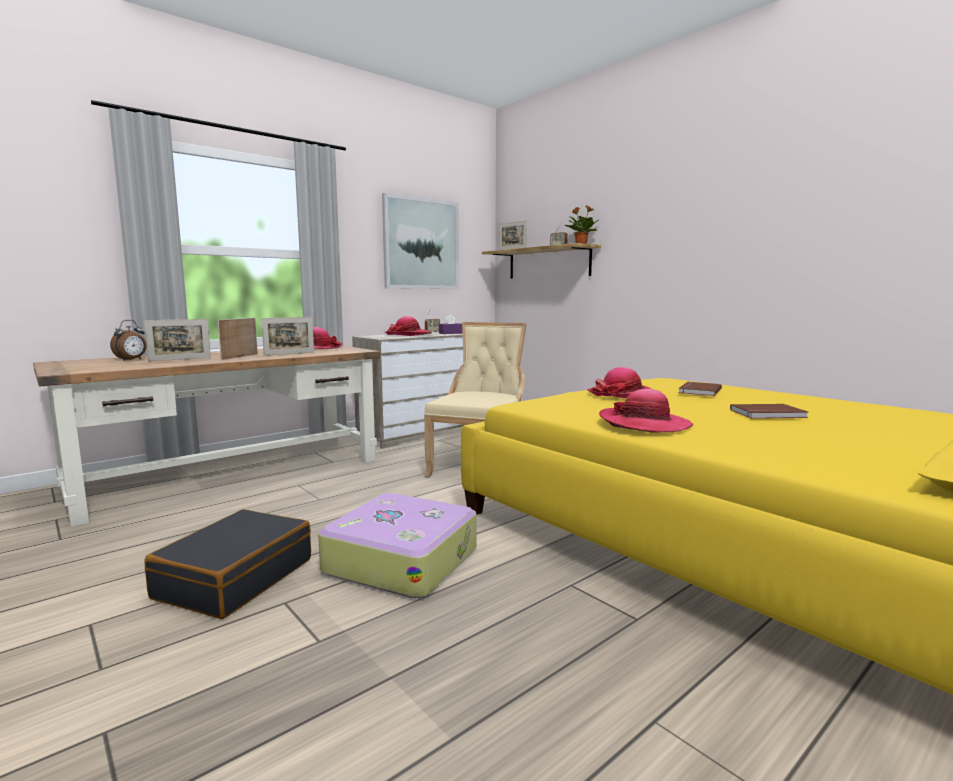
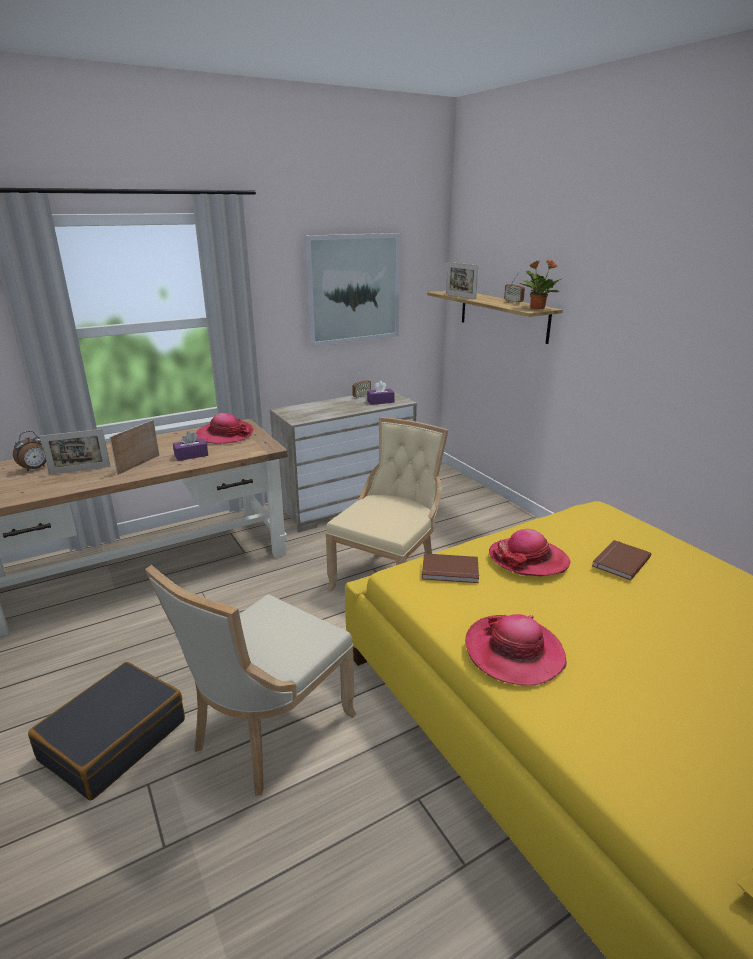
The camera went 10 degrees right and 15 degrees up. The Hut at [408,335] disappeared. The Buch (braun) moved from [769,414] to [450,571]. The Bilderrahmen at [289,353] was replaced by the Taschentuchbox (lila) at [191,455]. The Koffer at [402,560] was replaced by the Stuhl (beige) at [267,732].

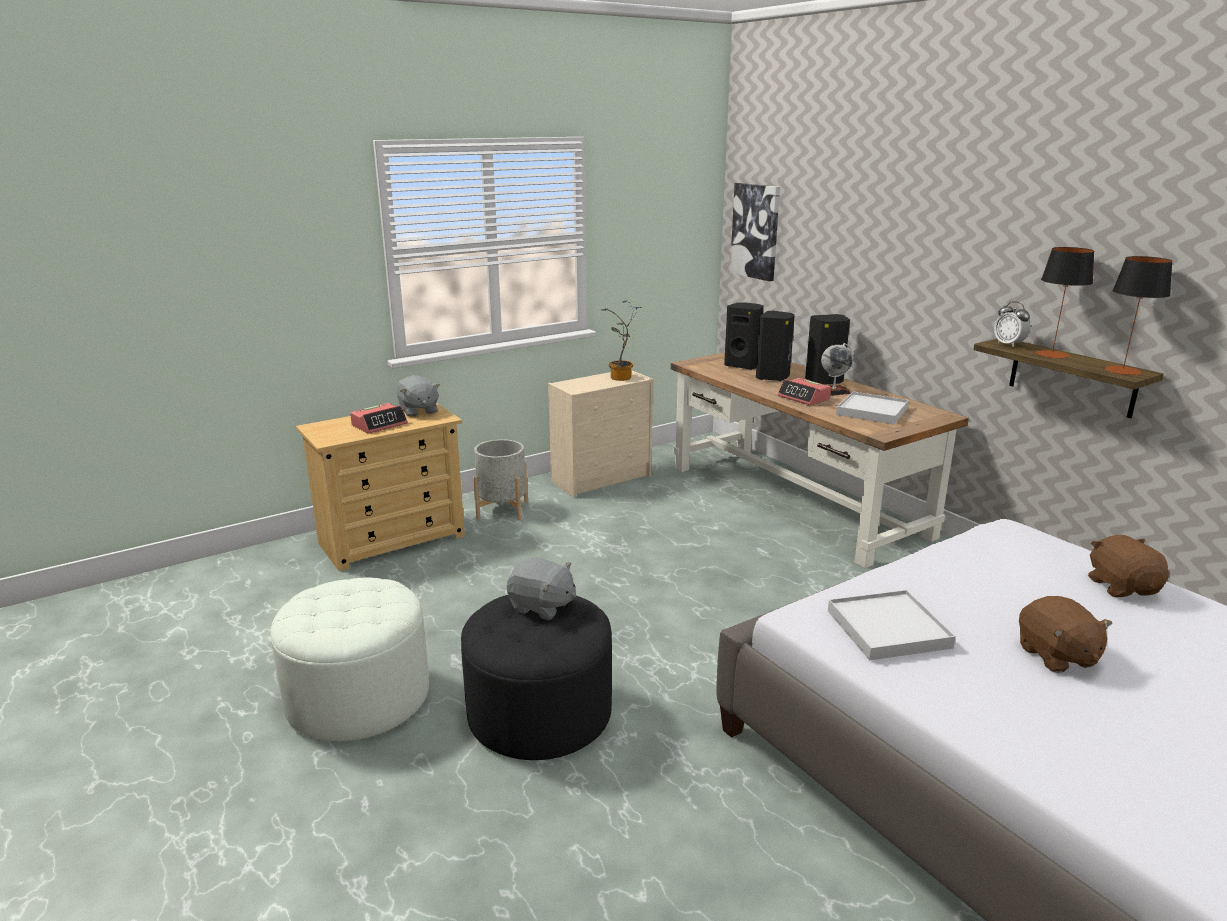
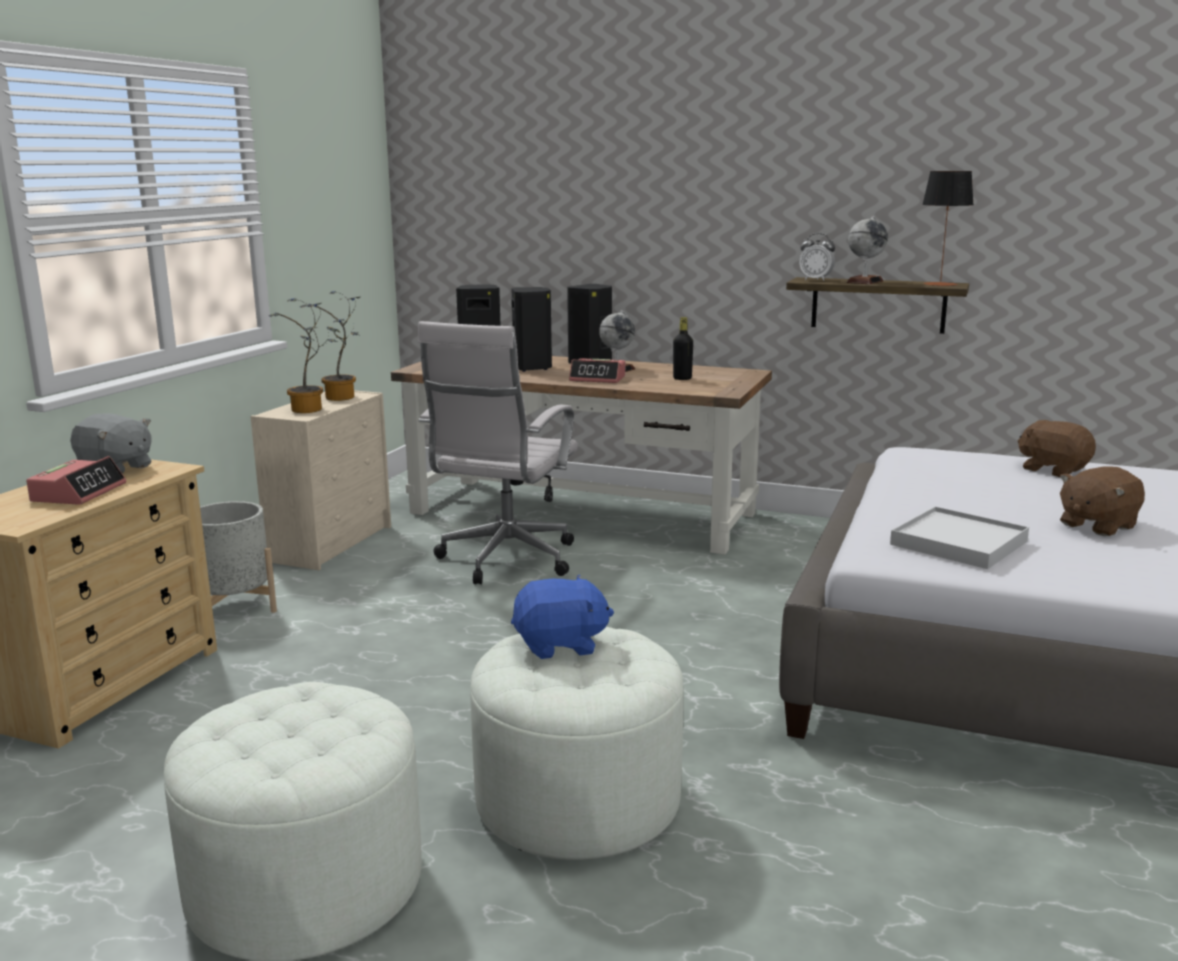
The camera went 35 degrees left and 5 degrees down. The Bild at [756,231] disappeared. The Topfpflanze at [310,410] appeared. The Bürostuhl (weiß) at [504,561] appeared. The Tablett (weiß) at [872,411] was replaced by the Flasche (schwarz) at [682,378]. The Tischlampe at [1052,354] was replaced by the Globus at [864,281]. The Polsterhocker (schwarz) at [539,713] became the Polsterhocker (weiß) at [578,799]. The Plüschtier (grau) at [542,607] became the Plüschtier (blau) at [560,645]. The Plüschtier (braun) at [1056,656] turned 105 degrees clockwise.

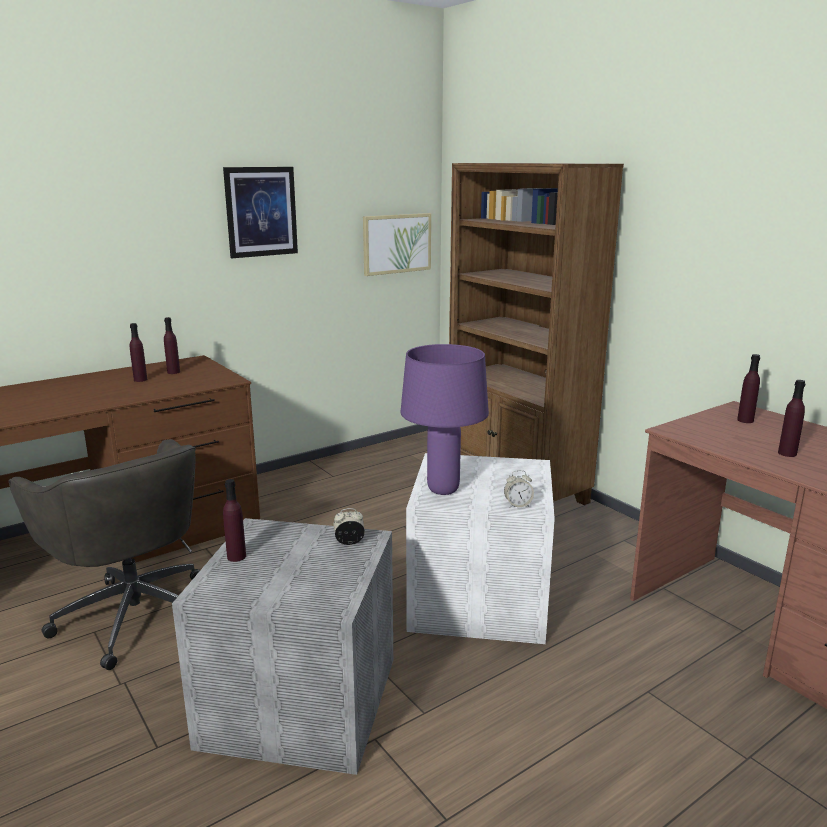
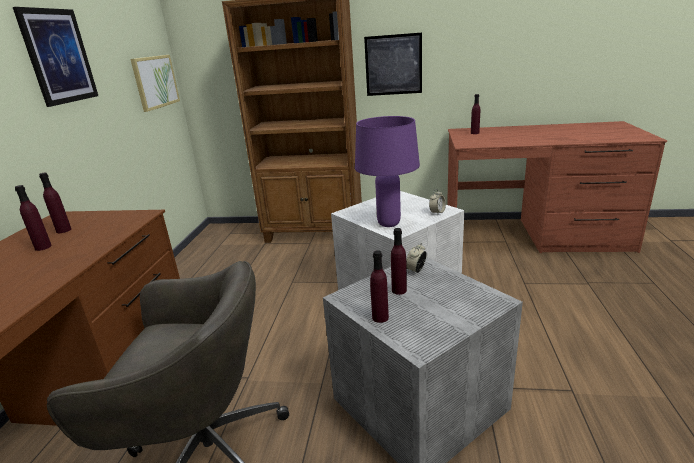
The camera went 45 degrees left and 5 degrees up. The Bild at [393,65] appeared. The Flasche (lila) moved from [787,453] to [399,290].

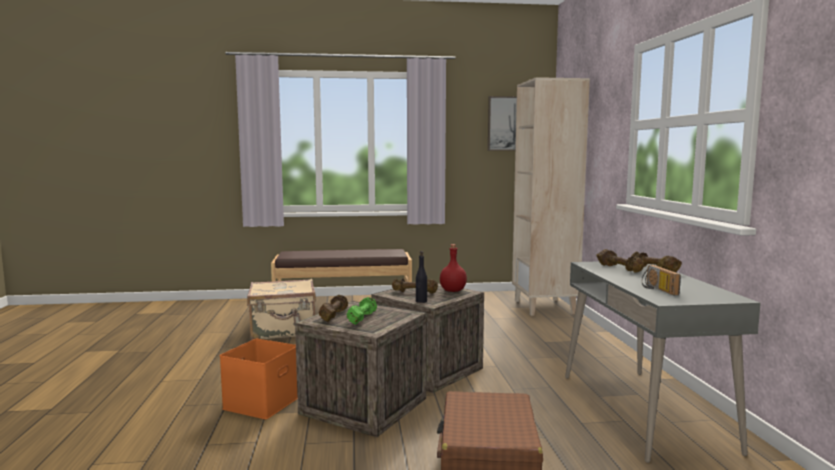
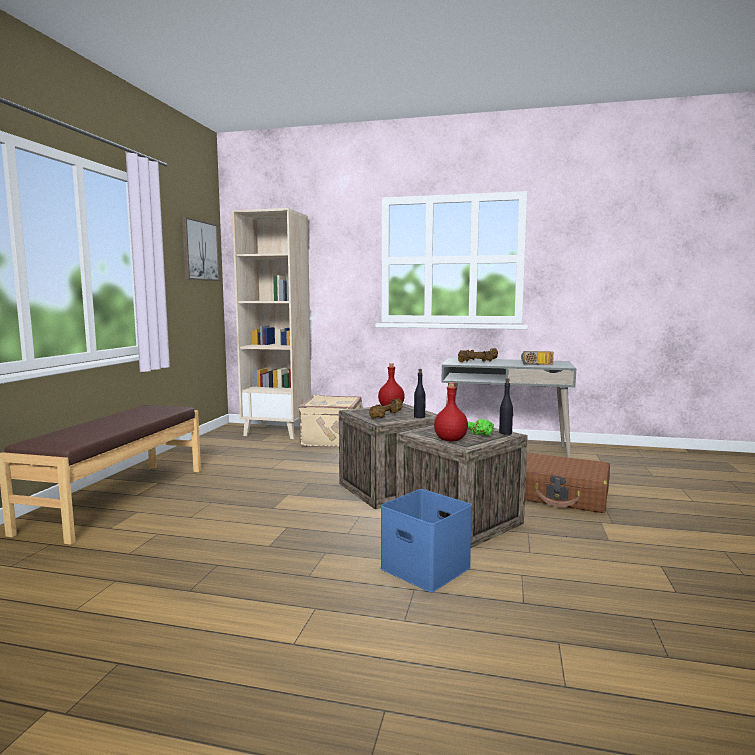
The camera went 70 degrees left and 0 degrees up. The Flasche (schwarz) at [505,433] appeared. The Koffer (beige) moved from [284,331] to [333,440]. The Hantel (braun) at [333,315] was replaced by the Flasche (rot) at [450,440]. The Aufbewahrungsbox (orange) at [262,403] became the Aufbewahrungsbox (blau) at [427,568].

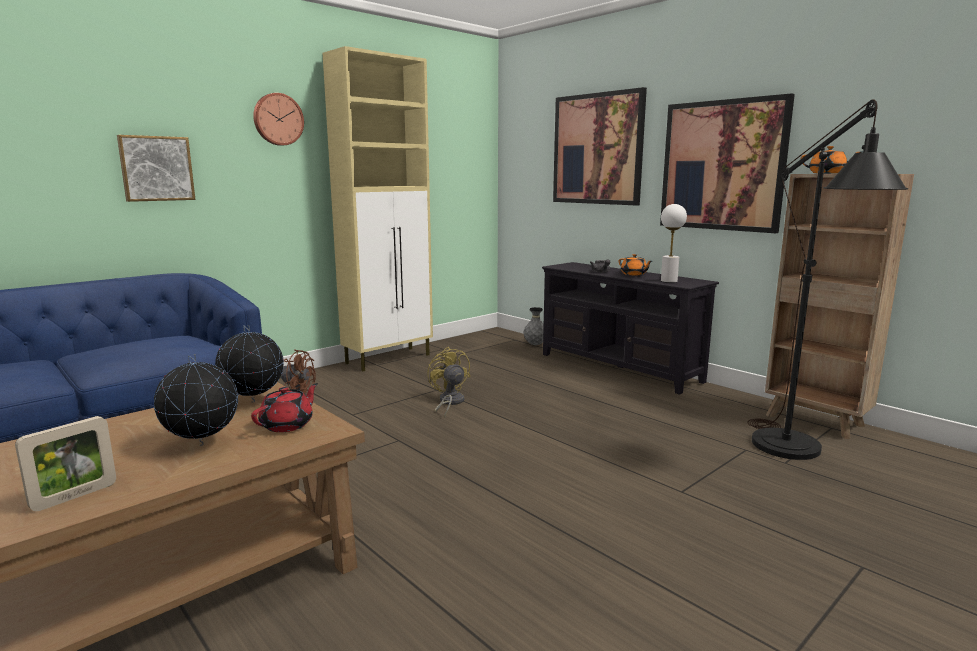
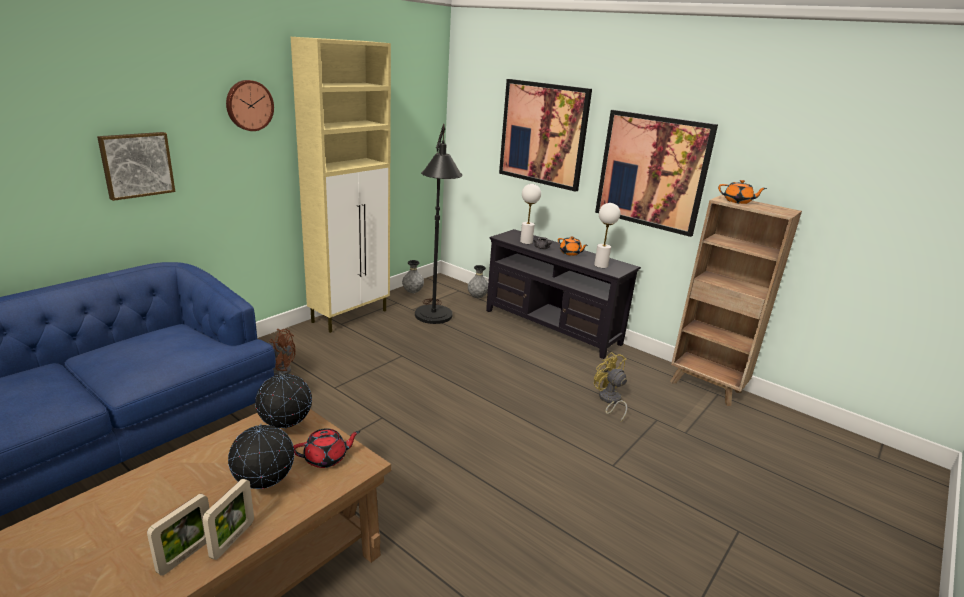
The camera went 10 degrees left and 10 degrees up. The Bilderrahmen at [232,539] appeared. The Vase (grau) at [412,292] appeared. The Tischlampe (weiß) at [526,242] appeared. The Ventilator (gelb) moved from [449,402] to [609,401]. The Stehlampe (schwarz) moved from [794,454] to [433,320]. The Teekanne (rot) at [288,425] turned 45 degrees clockwise.

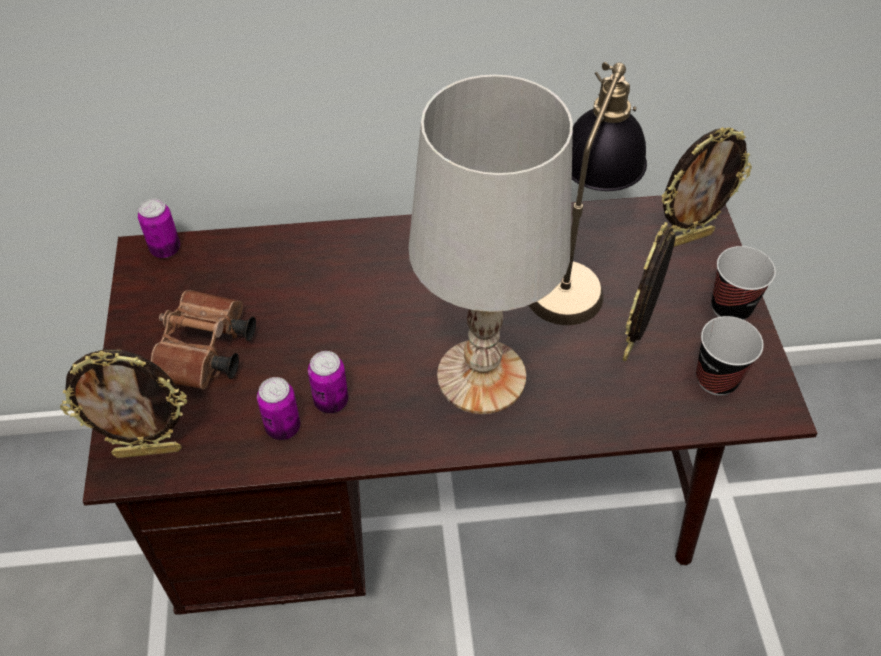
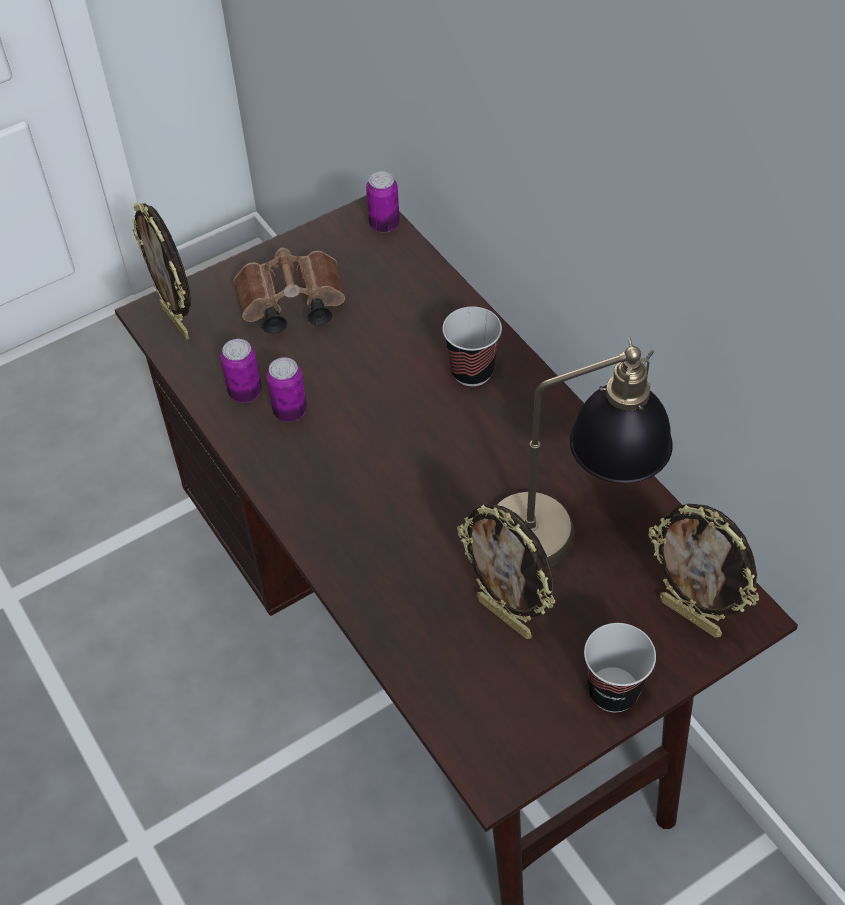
The camera went 65 degrees right and 0 degrees up. The Tischlampe (weiß) at [480,375] disappeared. The Tasse moved from [716,379] to [472,371]. The Bilderrahmen at [635,341] turned 135 degrees counterclockwise.

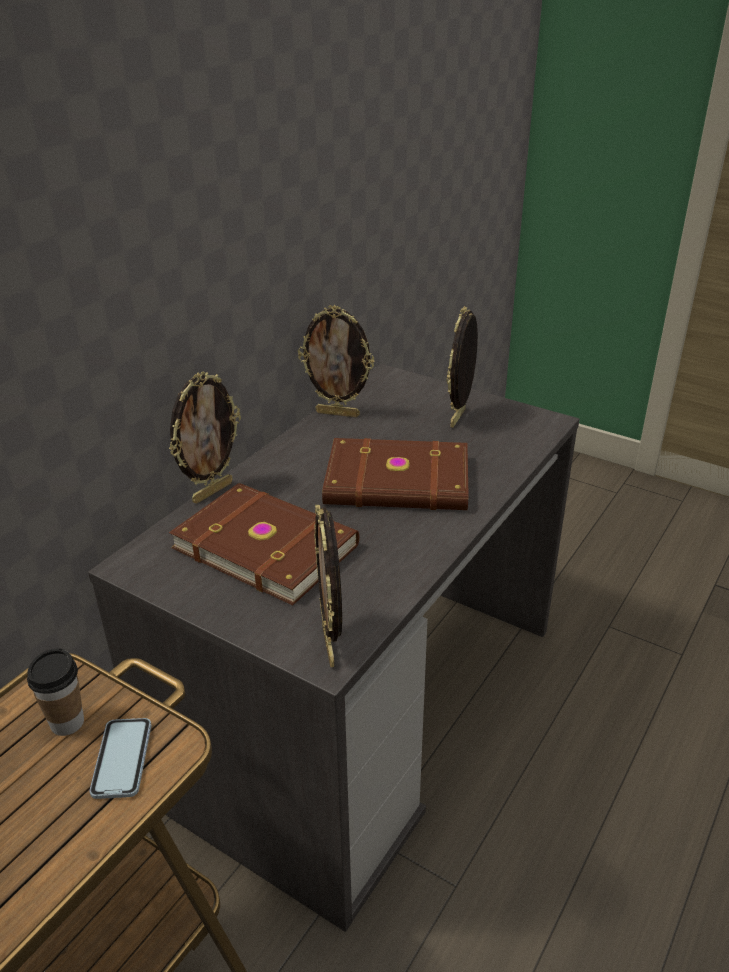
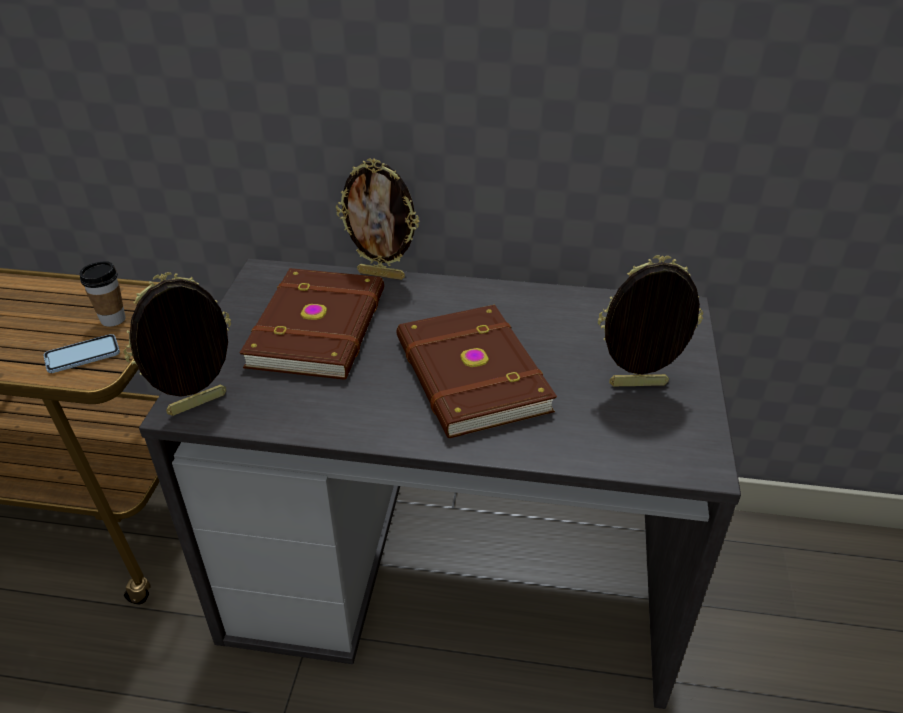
The camera went 65 degrees right and 5 degrees up. The Bilderrahmen at [338,413] disappeared.

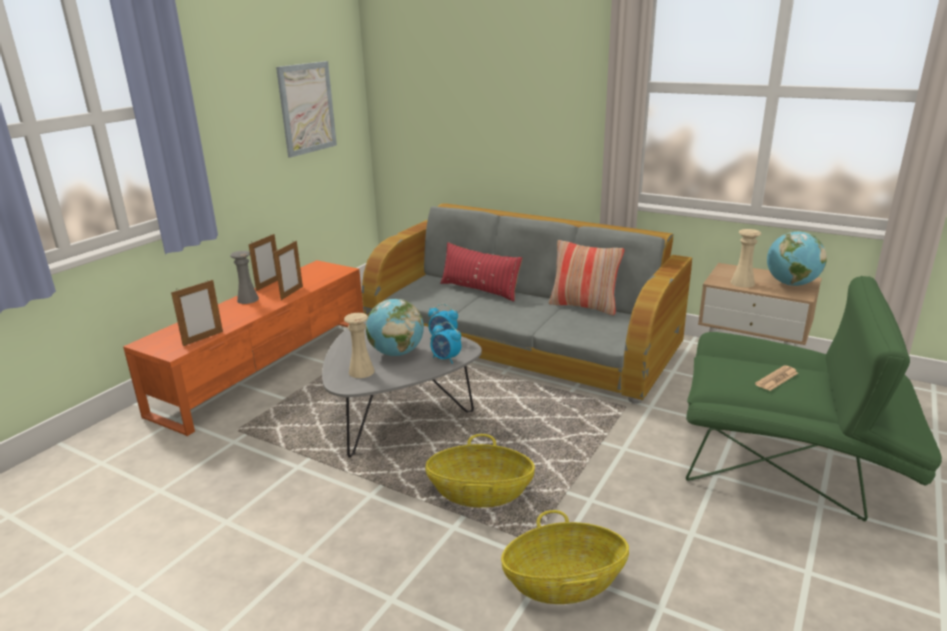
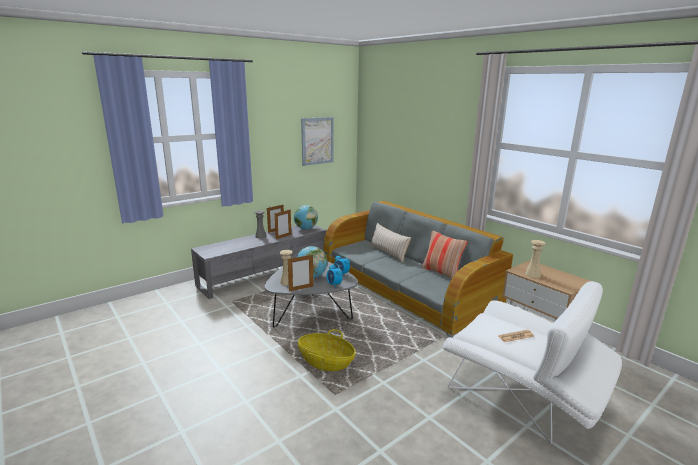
The camera went 20 degrees right and 5 degrees down. The Korb at [564,582] disappeared. The Bilderrahmen moved from [203,338] to [301,288]. The Globus moved from [791,284] to [305,229]. The Fernsehschrank (orange) at [267,367] became the Fernsehschrank (grau) at [265,274]. The Kissen (rot) at [479,290] became the Kissen (beige) at [388,253]. The Sessel (grün) at [788,464] became the Sessel (weiß) at [524,396].

